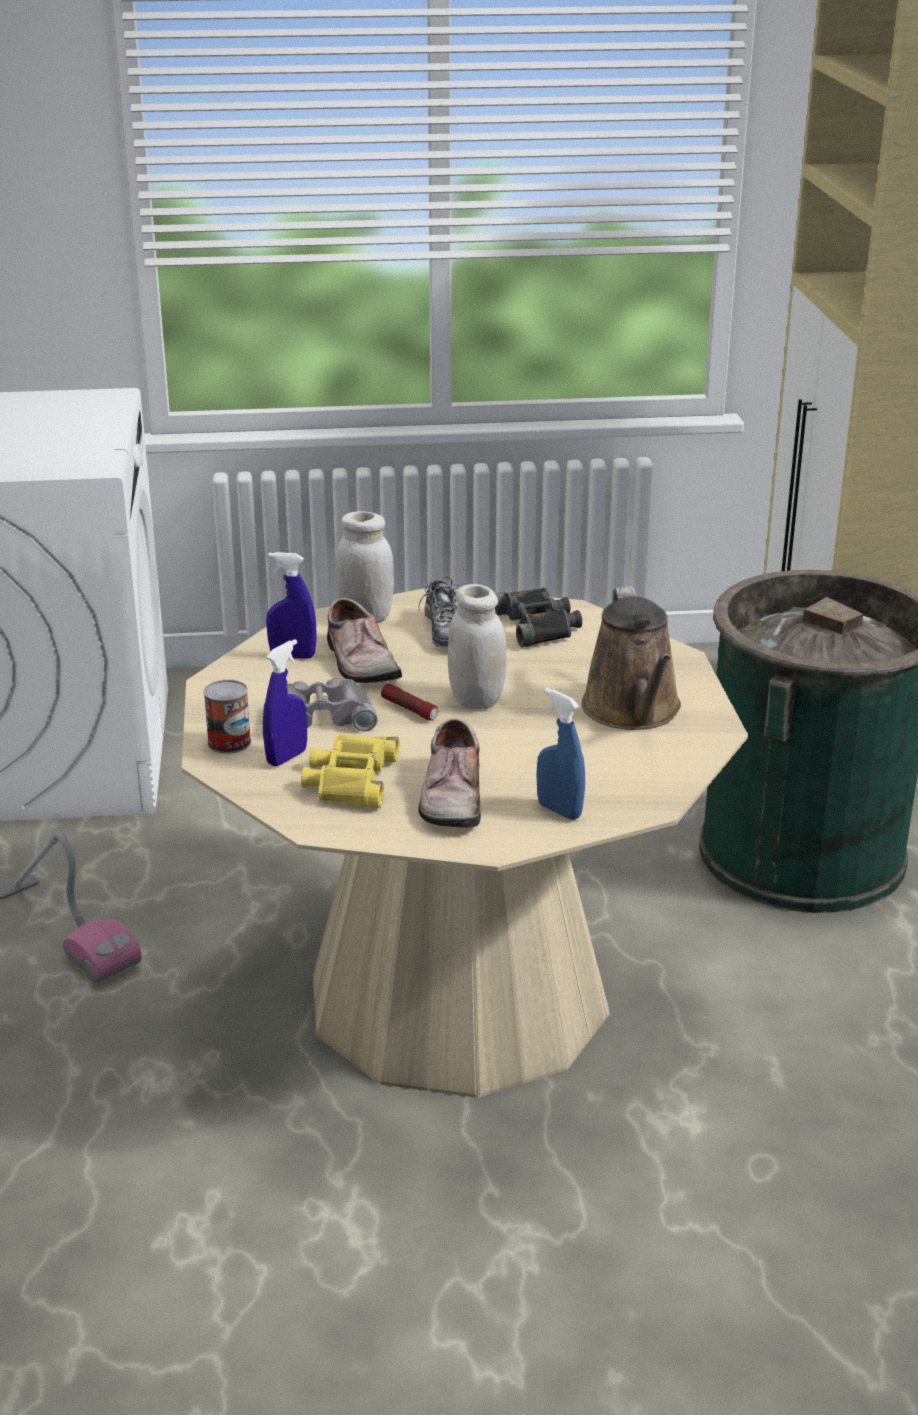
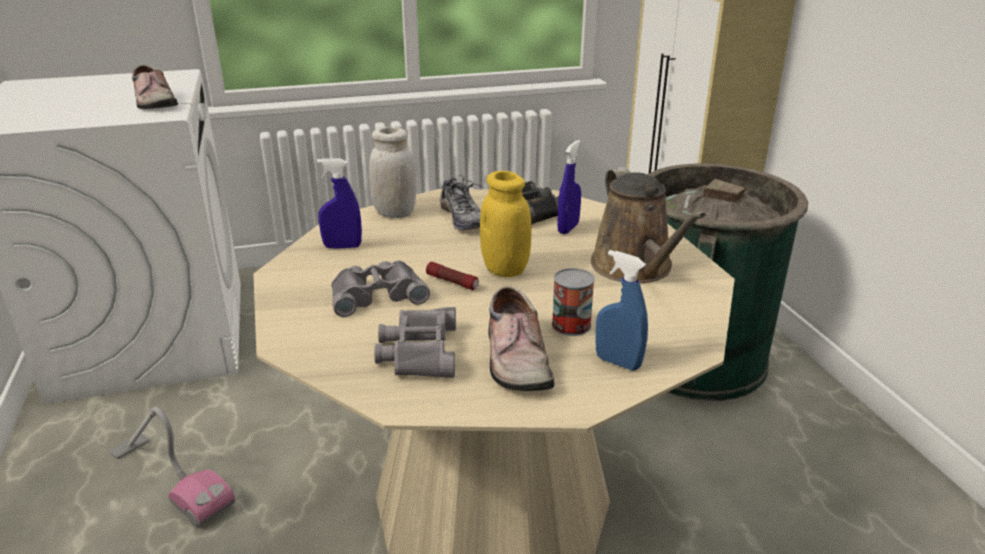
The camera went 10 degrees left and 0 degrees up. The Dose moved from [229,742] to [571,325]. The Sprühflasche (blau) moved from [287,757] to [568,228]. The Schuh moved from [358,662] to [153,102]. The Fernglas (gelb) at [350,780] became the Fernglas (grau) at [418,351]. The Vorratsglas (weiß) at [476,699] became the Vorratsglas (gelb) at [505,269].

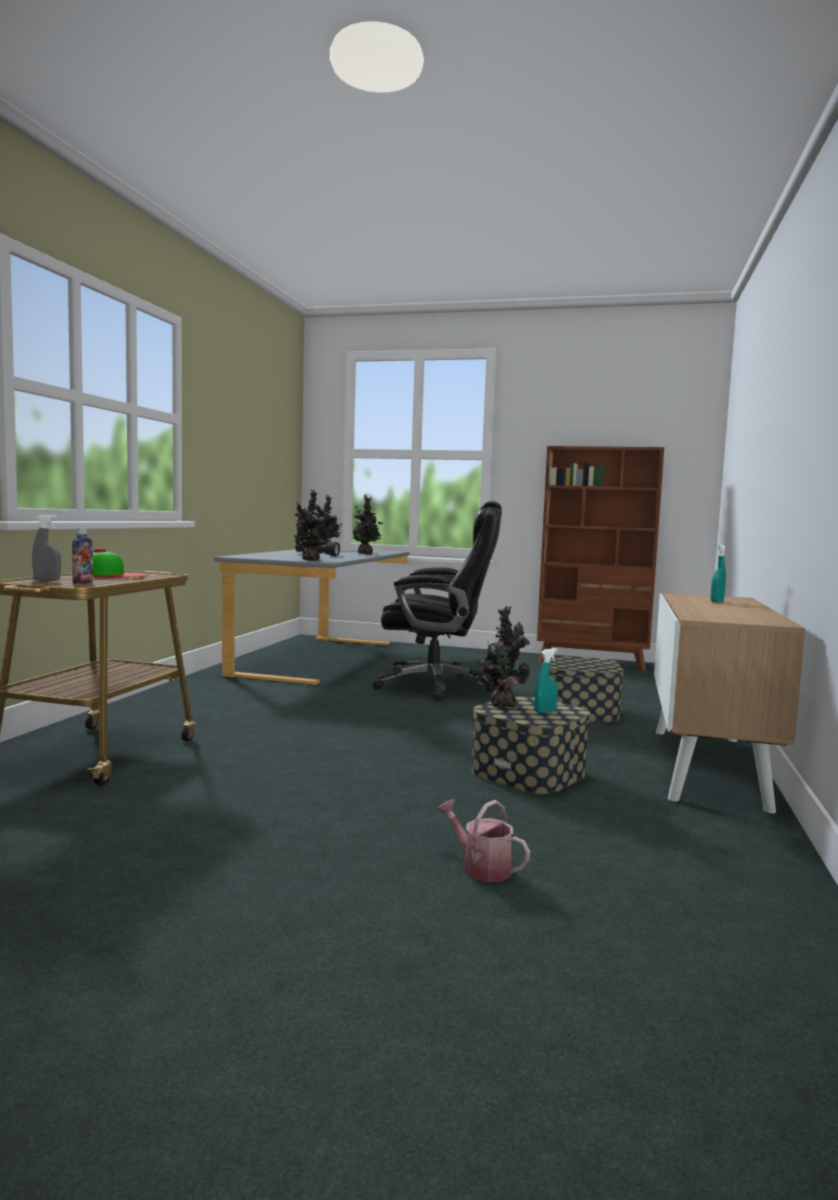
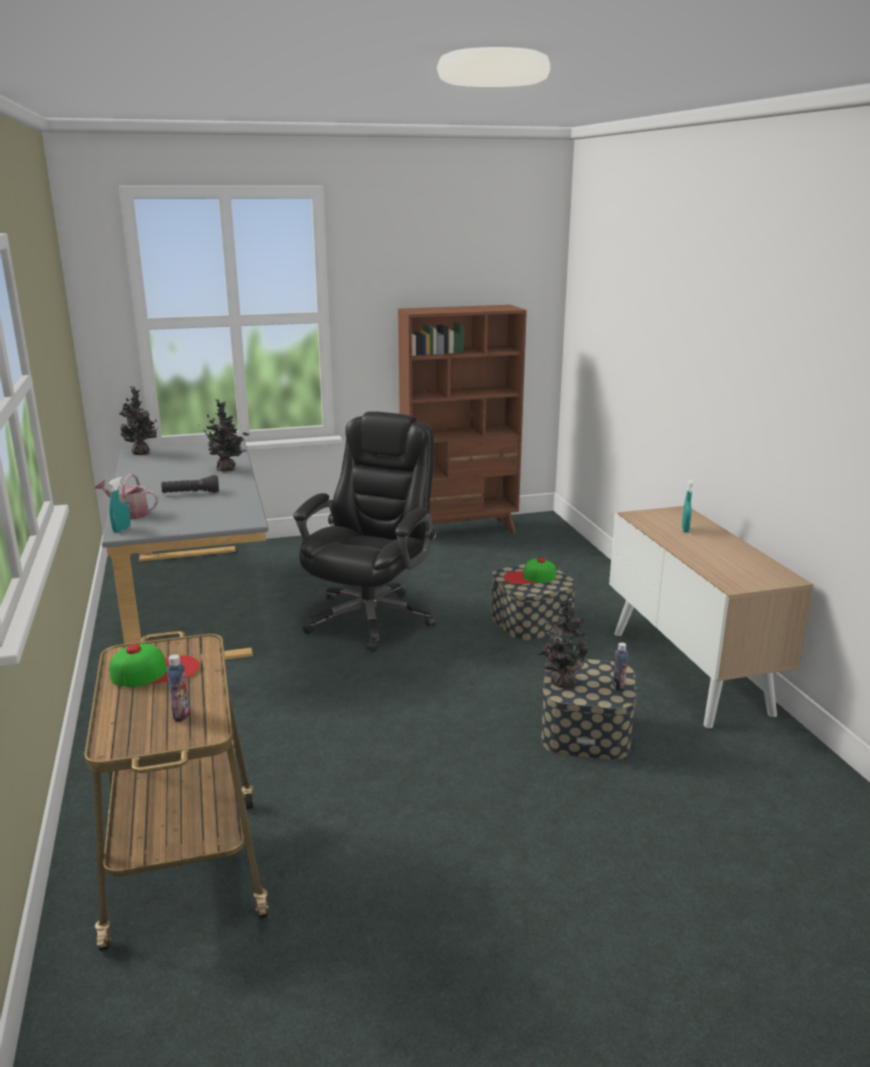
The camera went 30 degrees left and 15 degrees up. The Sprühflasche (grau) at [47,580] disappeared. The Topfpflanze at [310,560] disappeared. The Kappe at [529,577] appeared. The Flasche at [618,686] appeared. The Gießkanne moved from [480,867] to [130,514]. The Sprühflasche (türkis) moved from [545,711] to [121,529]. The Bürostuhl (schwarz) at [437,686] turned 45 degrees counterclockwise.

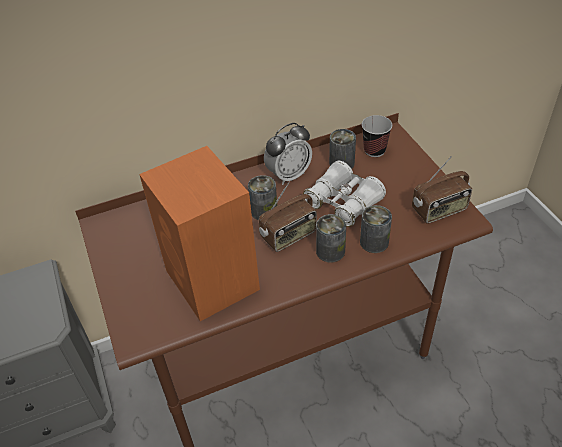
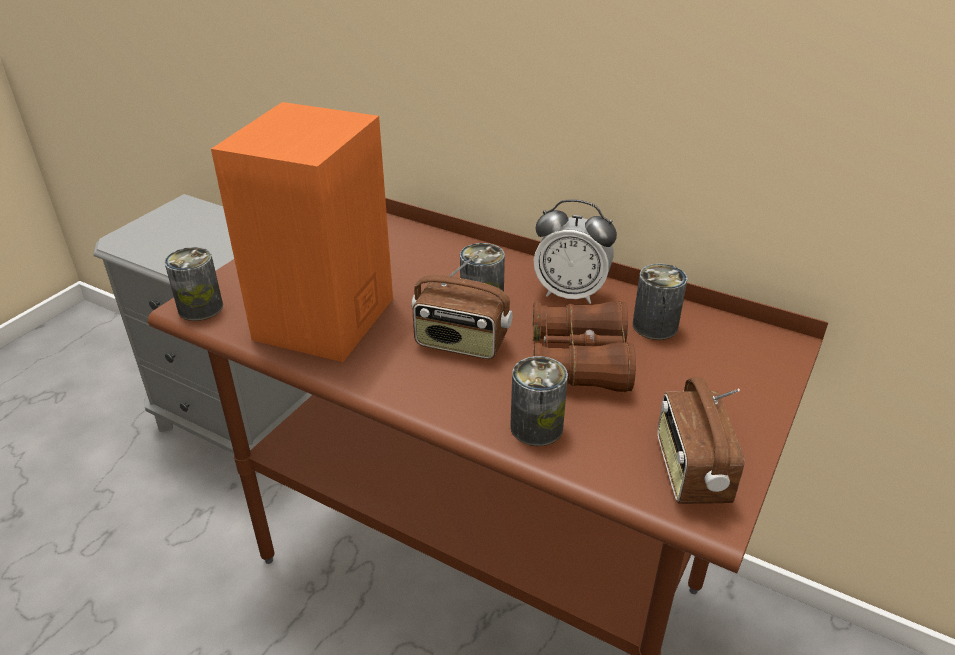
The camera went 50 degrees right and 10 degrees down. The Tasse at [374,150] disappeared. The Dose moved from [330,251] to [200,308]. The Fernglas (weiß) at [343,202] became the Fernglas (braun) at [580,362]. The Radio at [439,210] turned 60 degrees clockwise.

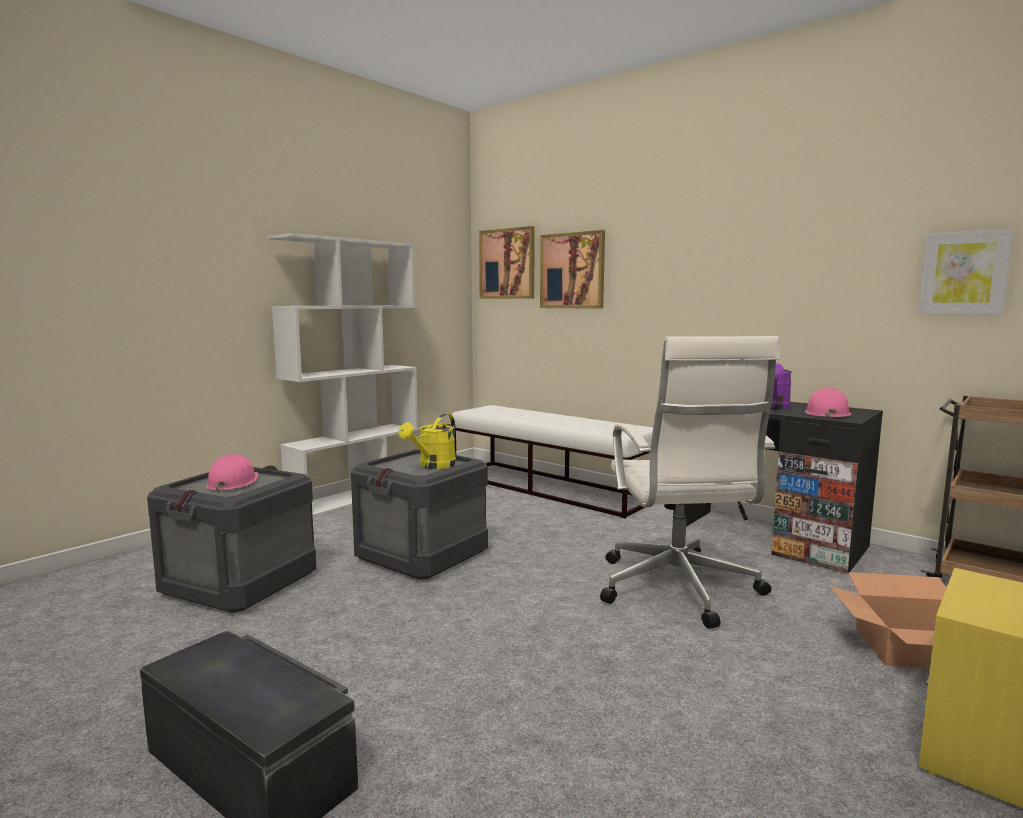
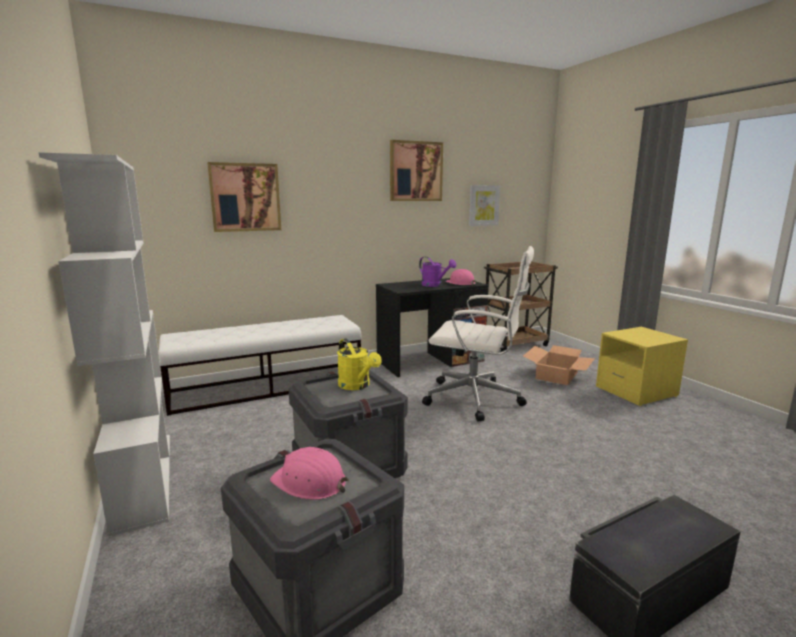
The camera went 65 degrees left and 5 degrees up. The Bild moved from [507,264] to [415,171].

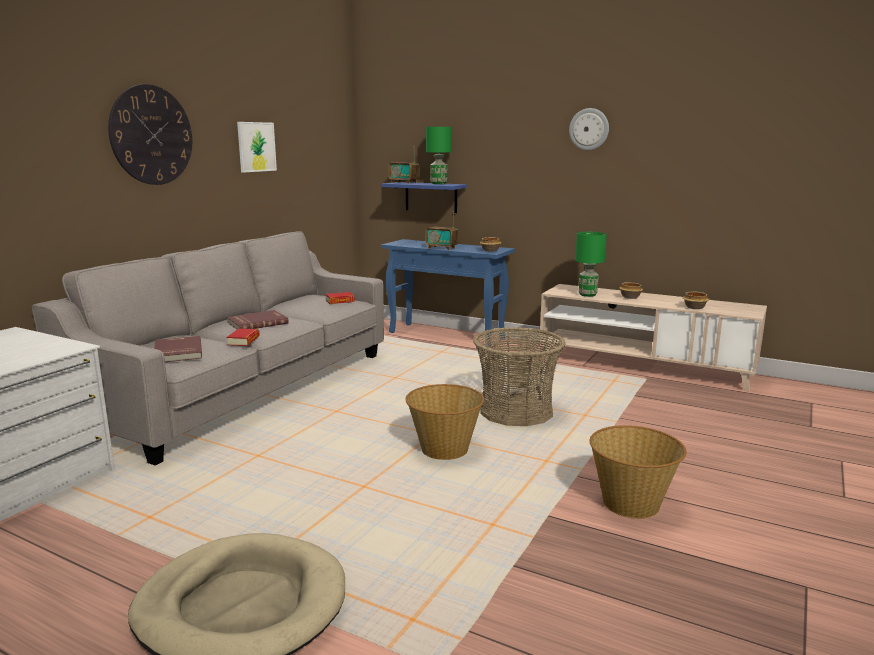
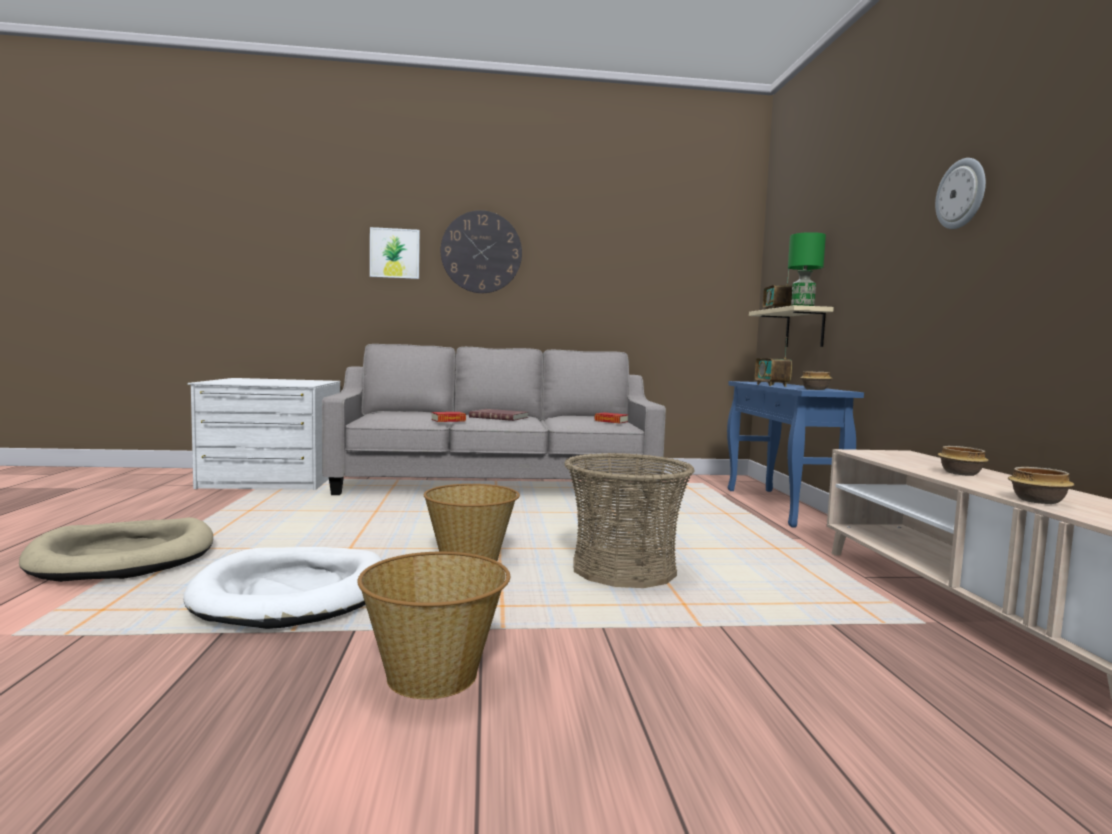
The camera went 55 degrees right and 10 degrees down. The Buch (rot) at [177,352] disappeared. The Tischlampe (grün) at [588,295] disappeared. The Hundebett (weiß) at [293,593] appeared. The Bild moved from [256,147] to [395,253]. The Wandregal (blau) at [431,197] became the Wandregal (beige) at [805,328].

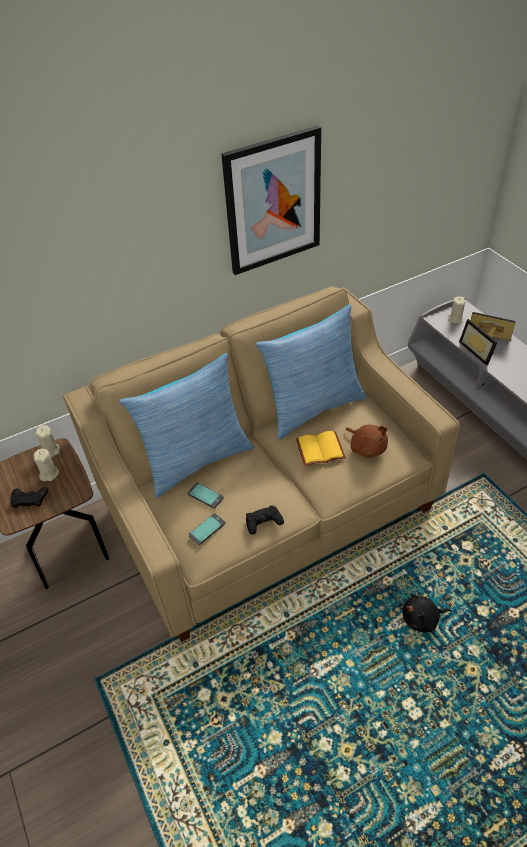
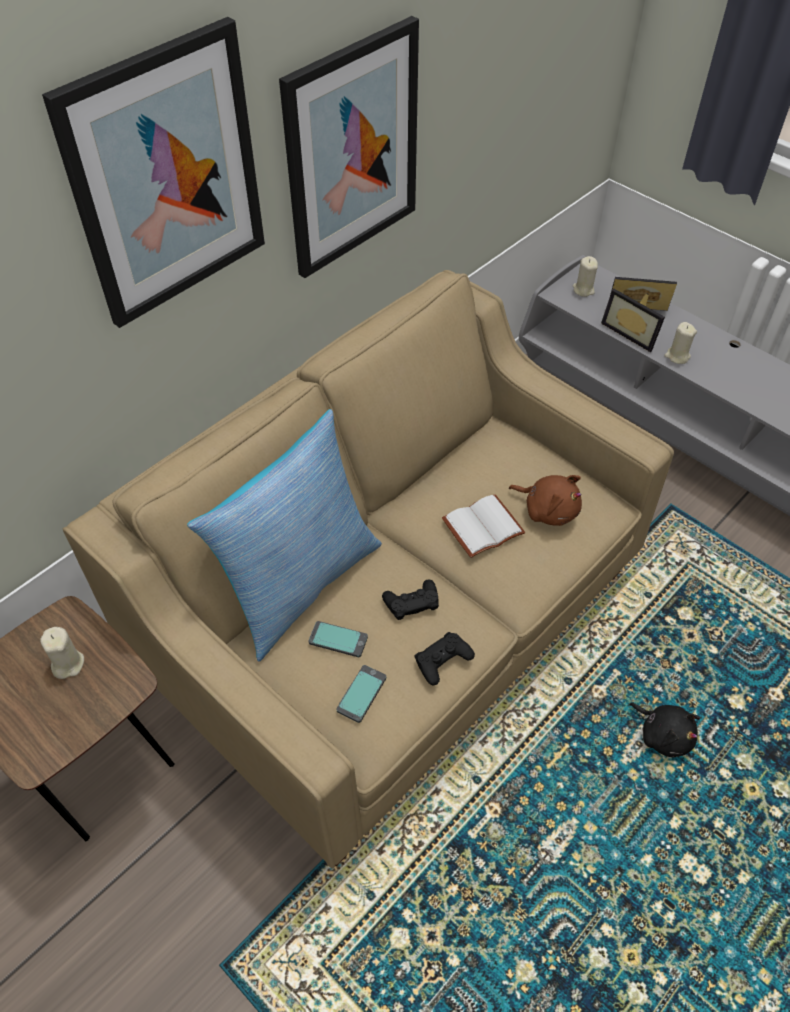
The camera went 20 degrees left and 5 degrees up. The Kissen at [312,407] disappeared. The Bild at [166,178] appeared. The Gamepad (schwarz) moved from [29,499] to [412,602]. The Kerze (beige) moved from [50,450] to [677,356]. The Buch (gelb) at [320,448] became the Buch (weiß) at [482,525]. The Plüschtier (schwarz) at [422,619] turned 105 degrees counterclockwise.

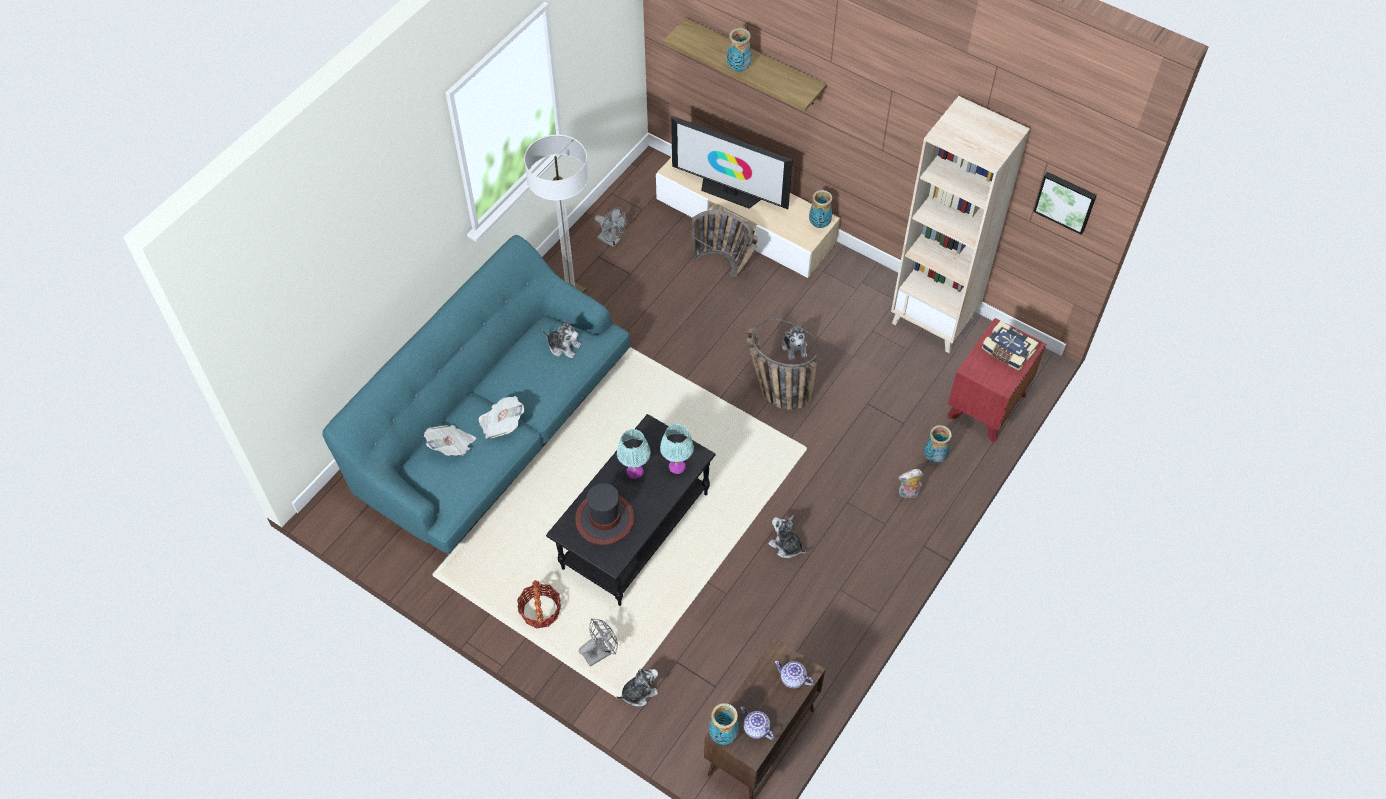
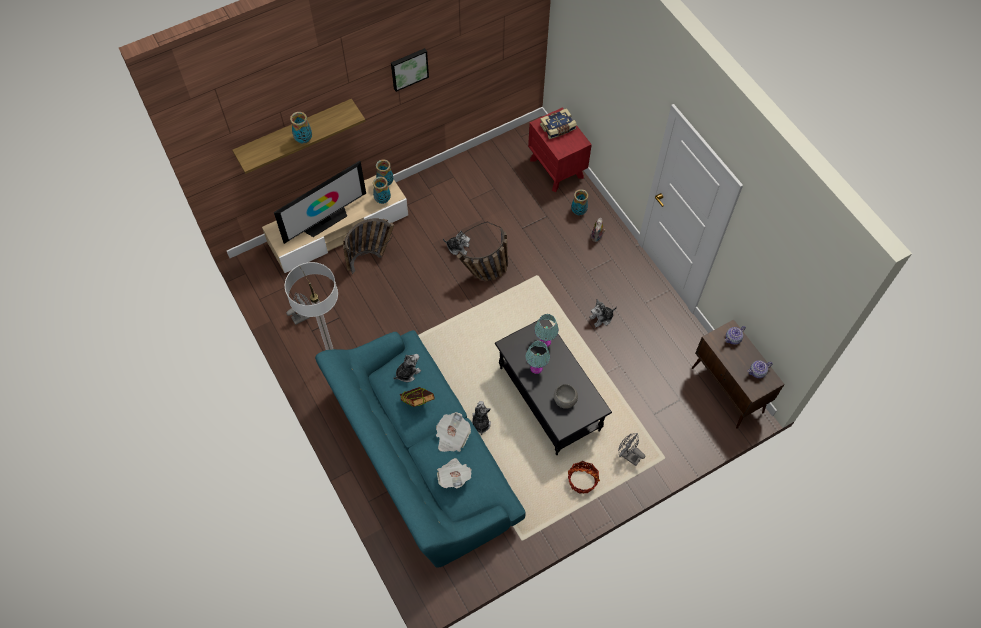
The camera went 65 degrees left and 5 degrees up. The Bücherregal (beige) at [934,320] disappeared. The Buch at [417,403] appeared. The Plüschtier moved from [639,692] to [480,423]. The Vase moved from [723,734] to [382,200]. The Bild moved from [1065,201] to [409,68]. The Hut at [605,519] was replaced by the Schüssel (grau) at [564,400]. The Ventilator (grau) at [600,652] turned 45 degrees counterclockwise.

